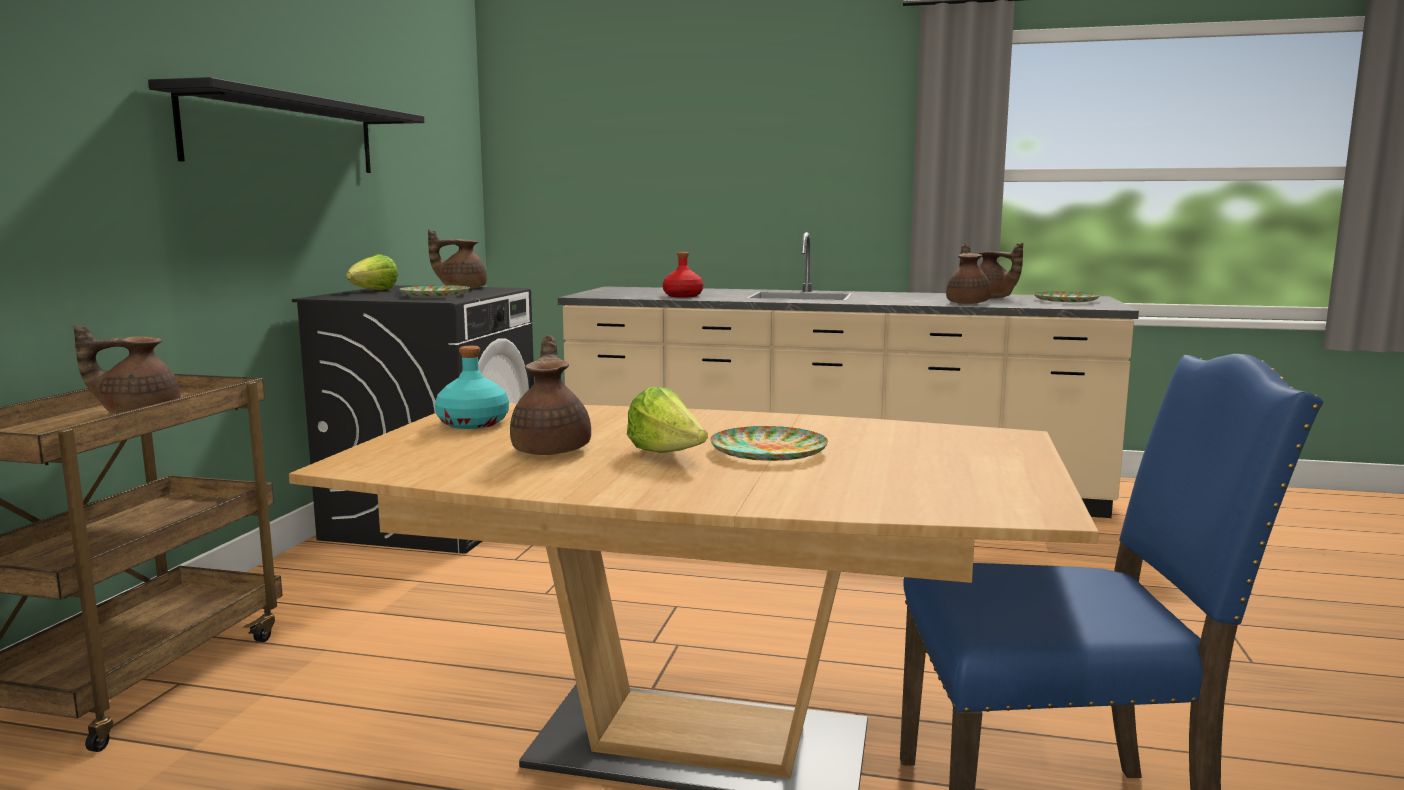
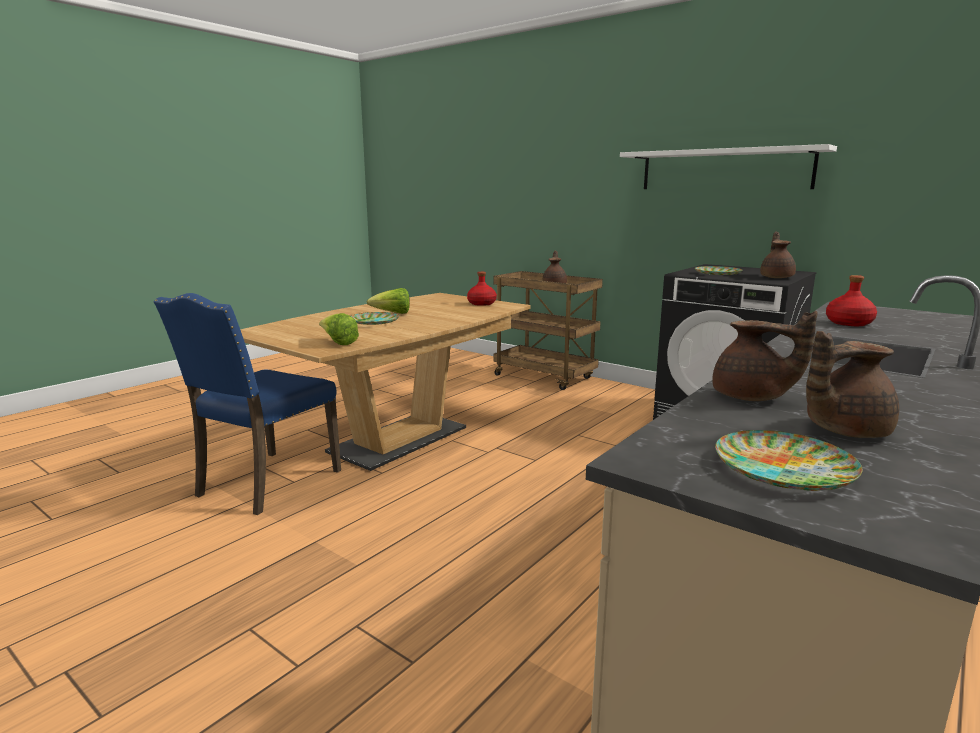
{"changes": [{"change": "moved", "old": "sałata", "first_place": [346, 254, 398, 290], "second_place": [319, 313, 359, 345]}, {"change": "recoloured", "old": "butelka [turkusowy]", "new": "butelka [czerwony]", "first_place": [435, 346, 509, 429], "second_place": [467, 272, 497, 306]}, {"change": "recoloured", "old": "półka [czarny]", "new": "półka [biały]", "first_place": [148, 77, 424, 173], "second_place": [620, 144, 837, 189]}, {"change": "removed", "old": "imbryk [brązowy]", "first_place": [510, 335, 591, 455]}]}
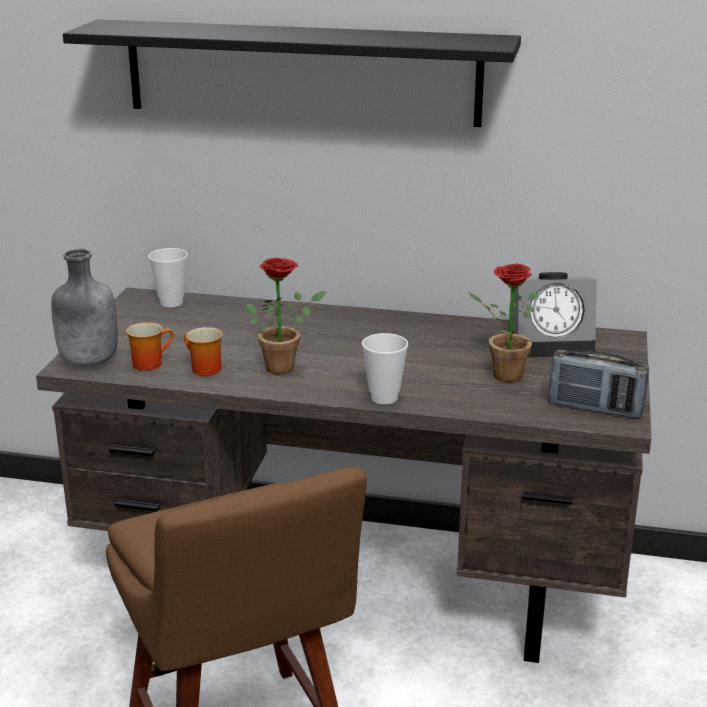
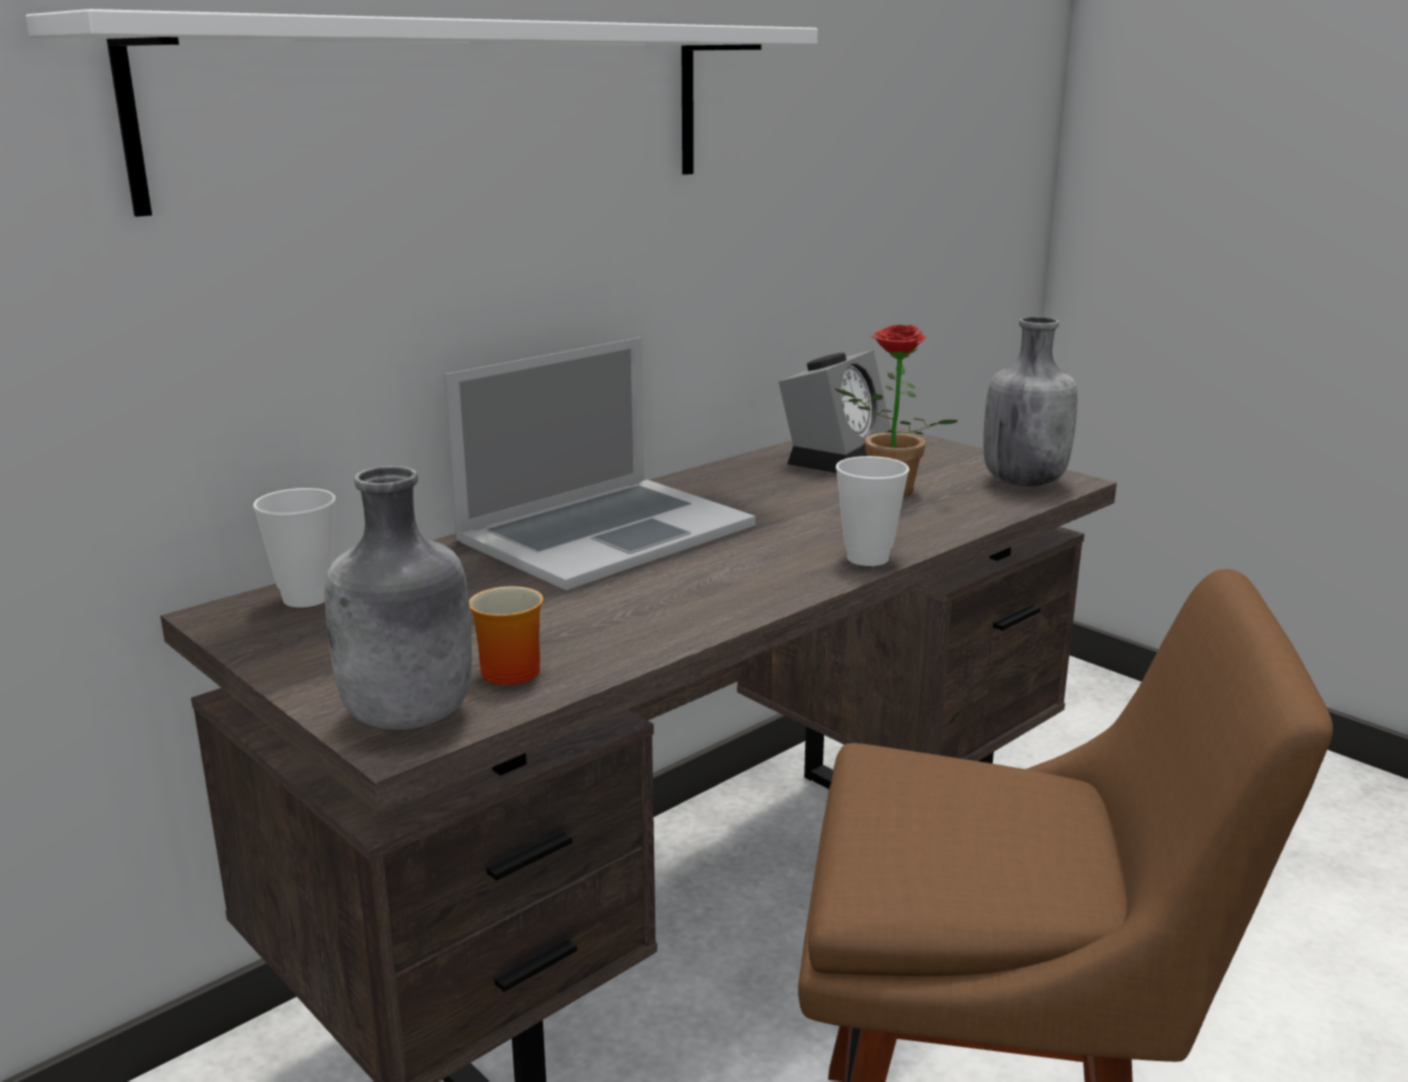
{"changes": [{"change": "recoloured", "old": "półka [czarny]", "new": "półka [biały]", "first_place": [63, 19, 521, 127], "second_place": [26, 9, 818, 217]}, {"change": "added", "new": "laptop", "second_place": [444, 337, 756, 590]}, {"change": "replaced", "old": "radio", "new": "butelka [szary]", "first_place": [549, 350, 649, 418], "second_place": [983, 316, 1078, 486]}, {"change": "removed", "old": "kubek", "first_place": [184, 327, 223, 376]}, {"change": "removed", "old": "roślina doniczkowa", "first_place": [245, 258, 326, 375]}]}
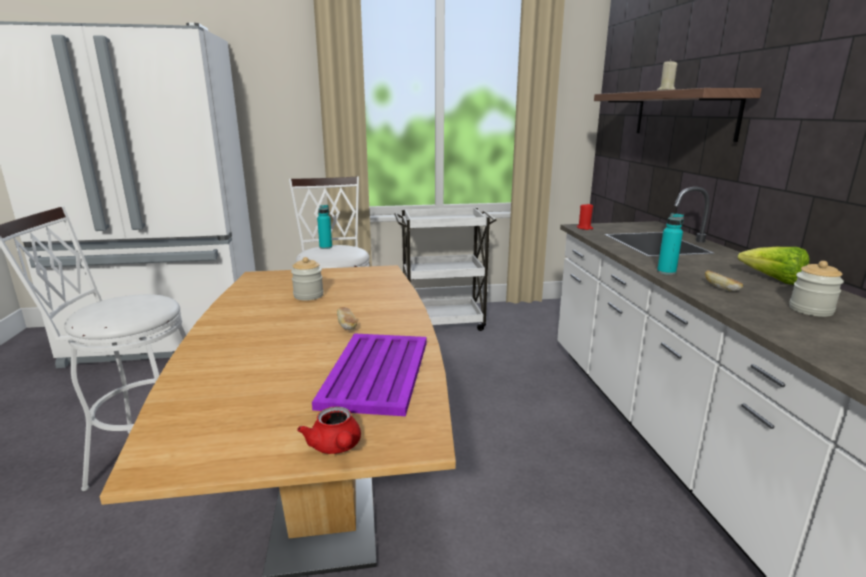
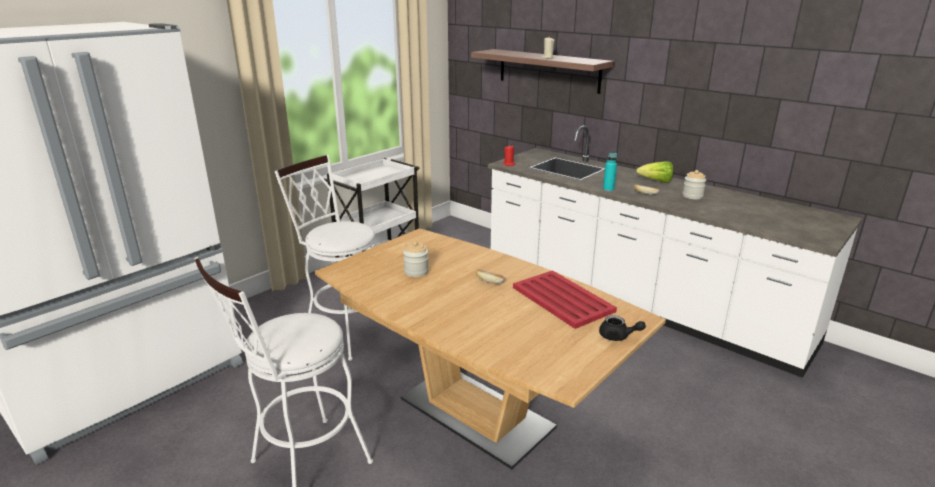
{"changes": [{"change": "recoloured", "old": "taca [fioletowy]", "new": "taca [czerwony]", "first_place": [312, 333, 427, 416], "second_place": [513, 270, 617, 329]}, {"change": "recoloured", "old": "imbryk [czerwony]", "new": "imbryk [czarny]", "first_place": [297, 406, 361, 454], "second_place": [599, 315, 646, 341]}, {"change": "removed", "old": "butelka [turkusowy]", "first_place": [317, 205, 332, 249]}]}
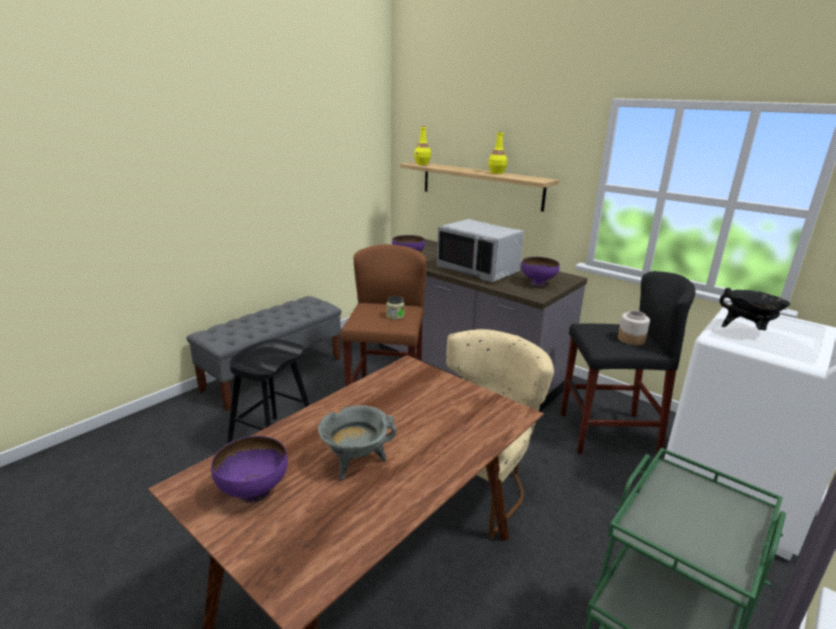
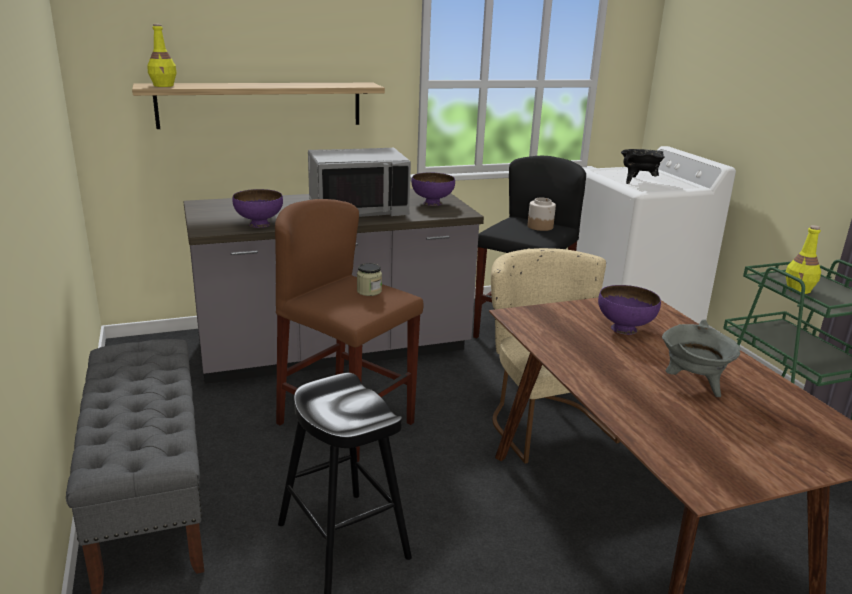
{"changes": [{"change": "moved", "old": "miska [fioletowy]", "first_place": [211, 436, 288, 503], "second_place": [598, 285, 661, 335]}, {"change": "moved", "old": "butelka [żółty]", "first_place": [488, 131, 507, 174], "second_place": [786, 225, 821, 294]}]}
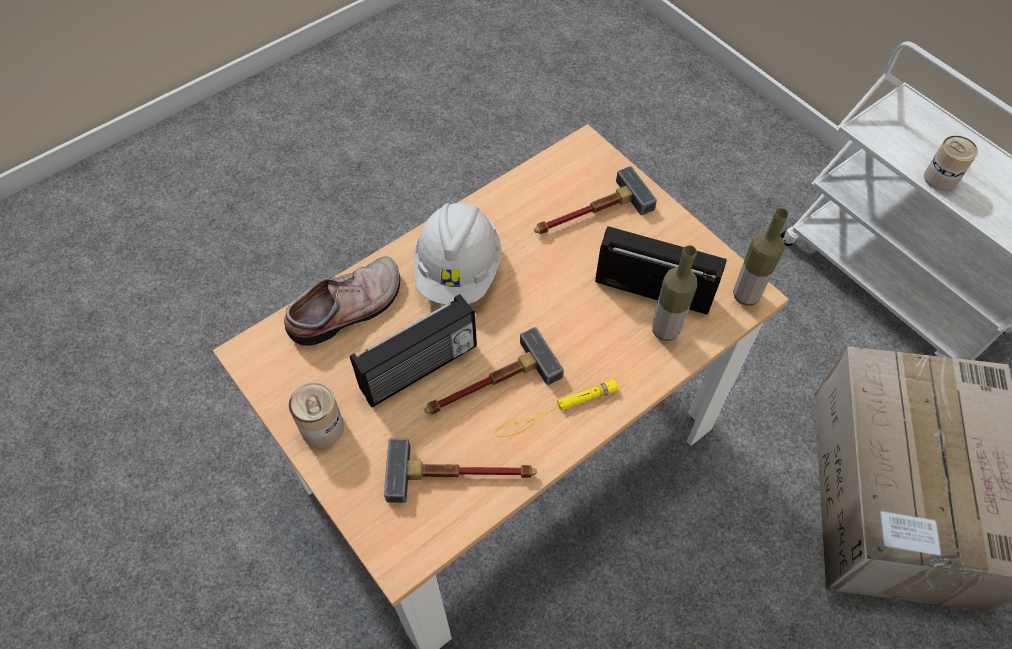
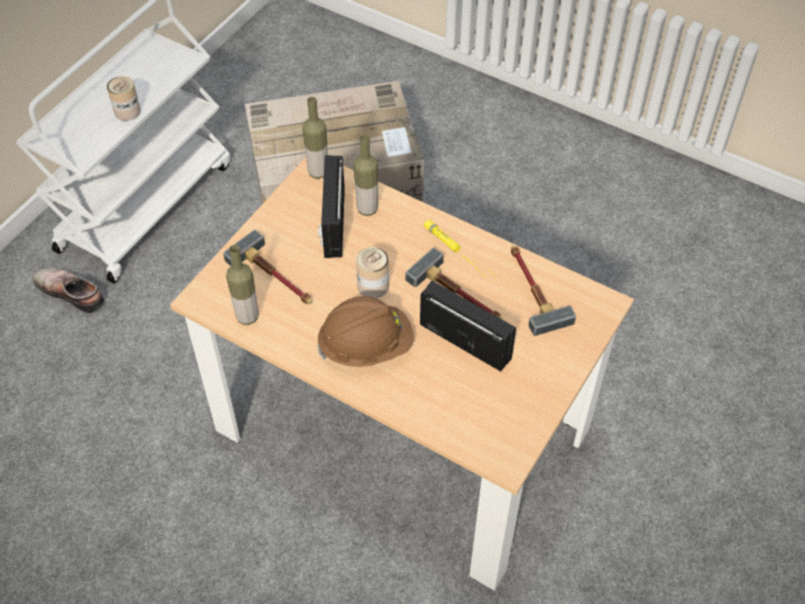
{"changes": [{"change": "moved", "old": "but", "first_place": [284, 256, 400, 346], "second_place": [33, 268, 104, 313]}, {"change": "added", "new": "butelka", "second_place": [226, 245, 259, 325]}, {"change": "recoloured", "old": "kask [biały]", "new": "kask [brązowy]", "first_place": [414, 202, 501, 305], "second_place": [317, 296, 413, 367]}, {"change": "moved", "old": "puszka", "first_place": [289, 382, 344, 448], "second_place": [356, 247, 389, 298]}]}
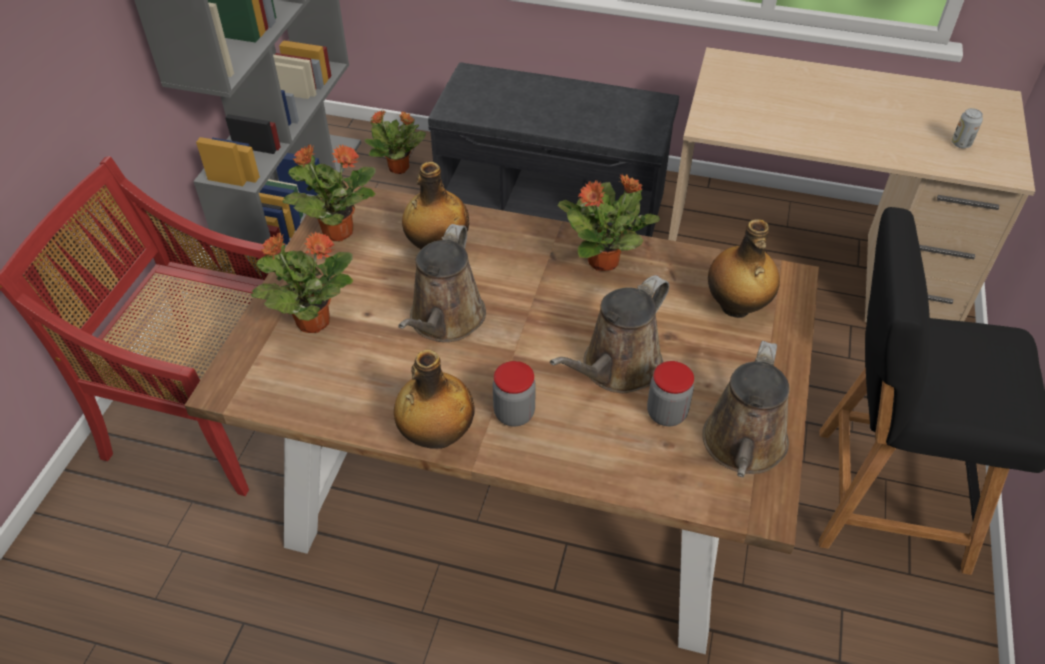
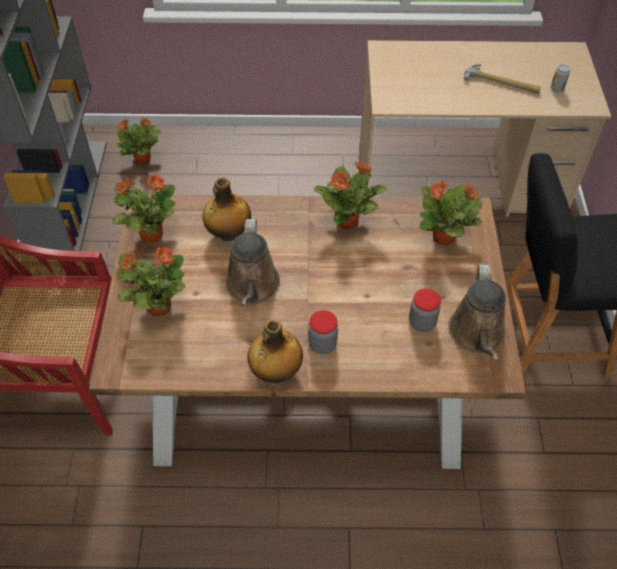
{"changes": [{"change": "replaced", "old": "butelka", "new": "roślina doniczkowa", "first_place": [708, 219, 780, 318], "second_place": [419, 180, 482, 246]}, {"change": "added", "new": "młotek", "second_place": [464, 64, 541, 94]}, {"change": "removed", "old": "ławka [szary]", "first_place": [428, 63, 679, 237]}, {"change": "removed", "old": "konewka [brązowy]", "first_place": [550, 275, 669, 393]}]}
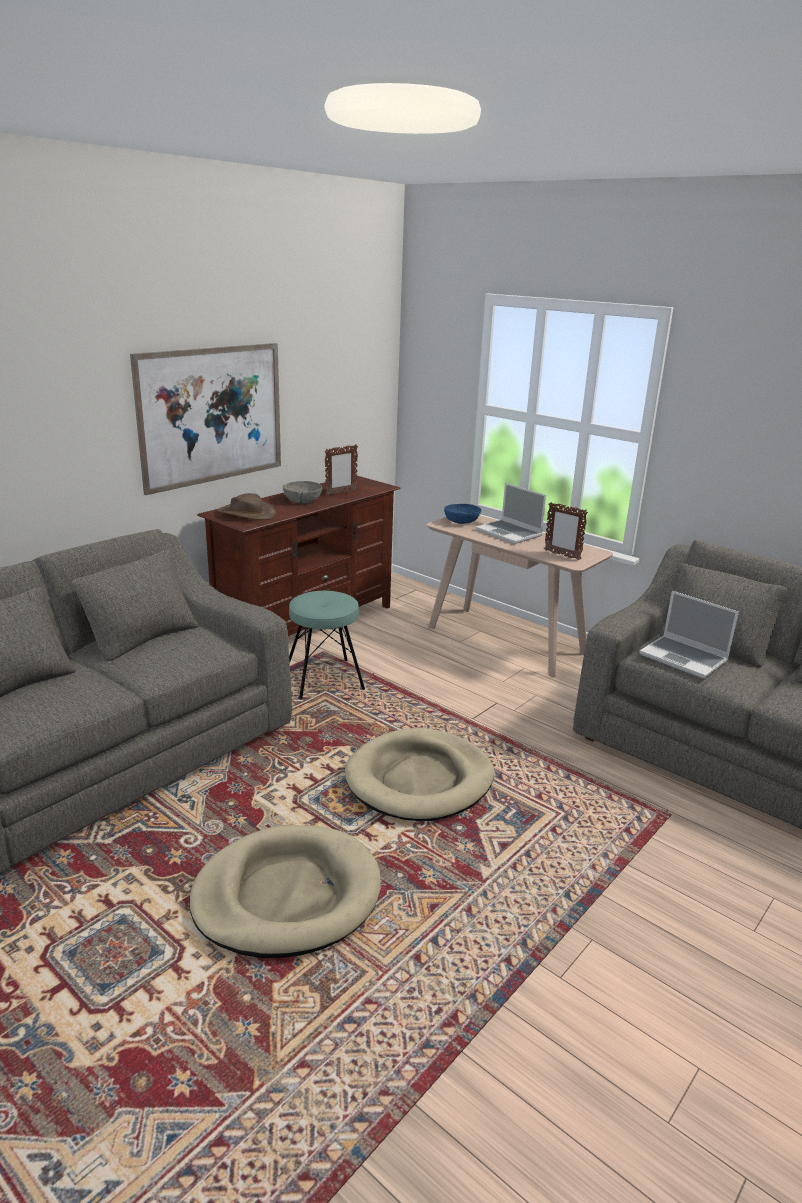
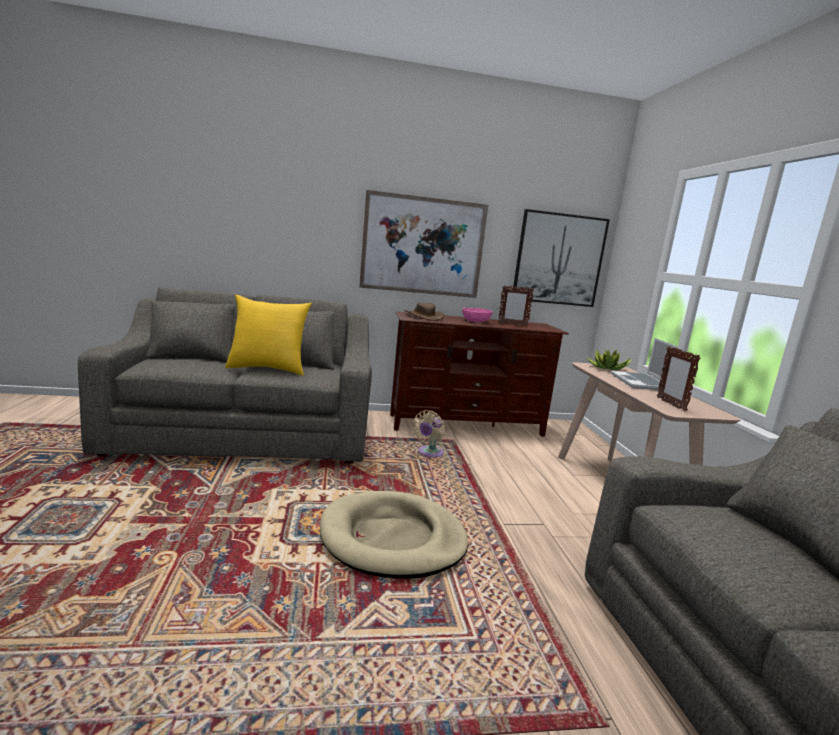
{"changes": [{"change": "added", "new": "poduszka [żółty]", "second_place": [225, 295, 312, 375]}, {"change": "replaced", "old": "stołek [turkusowy]", "new": "wentylator [beżowy]", "first_place": [289, 591, 365, 699], "second_place": [413, 410, 445, 457]}, {"change": "recoloured", "old": "miska [szary]", "new": "miska [różowy]", "first_place": [283, 481, 322, 503], "second_place": [462, 308, 492, 322]}, {"change": "added", "new": "obraz", "second_place": [513, 209, 610, 307]}, {"change": "replaced", "old": "miska [niebieski]", "new": "roślina doniczkowa", "first_place": [444, 504, 481, 524], "second_place": [587, 349, 631, 371]}, {"change": "removed", "old": "legowisko [beżowy]", "first_place": [189, 825, 381, 958]}, {"change": "removed", "old": "laptop", "first_place": [639, 591, 739, 678]}]}
